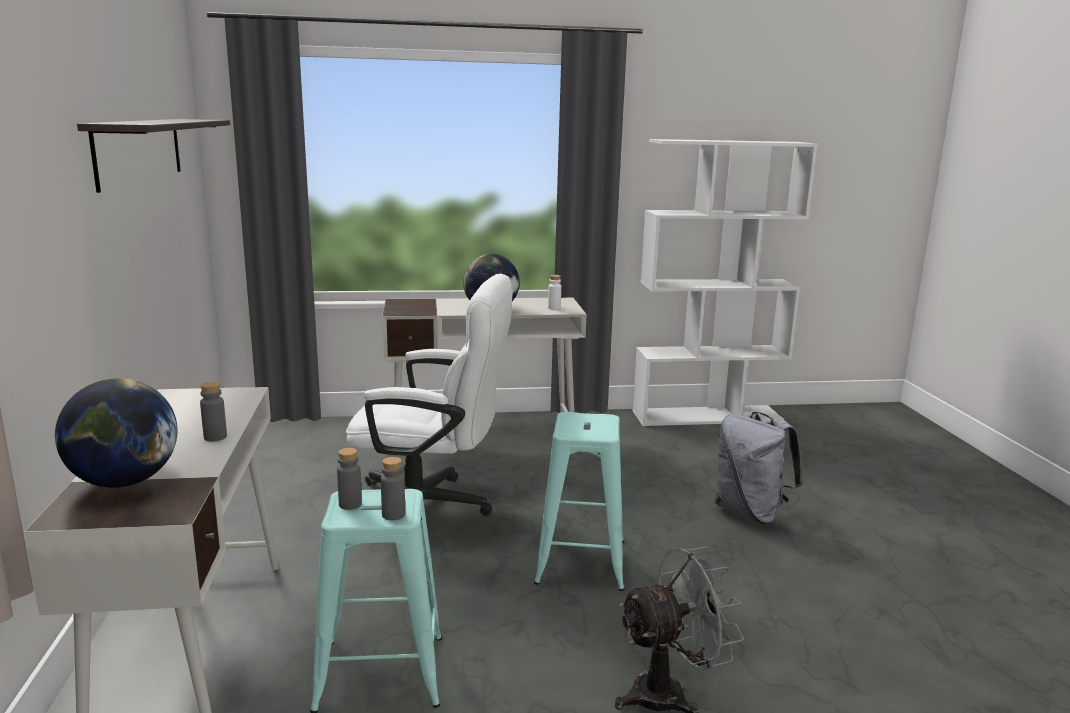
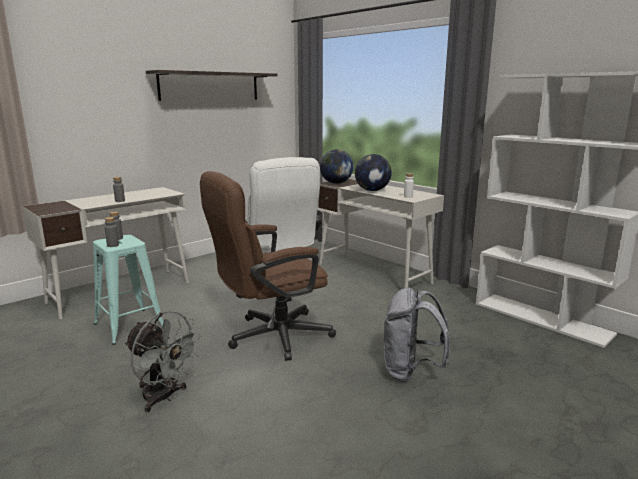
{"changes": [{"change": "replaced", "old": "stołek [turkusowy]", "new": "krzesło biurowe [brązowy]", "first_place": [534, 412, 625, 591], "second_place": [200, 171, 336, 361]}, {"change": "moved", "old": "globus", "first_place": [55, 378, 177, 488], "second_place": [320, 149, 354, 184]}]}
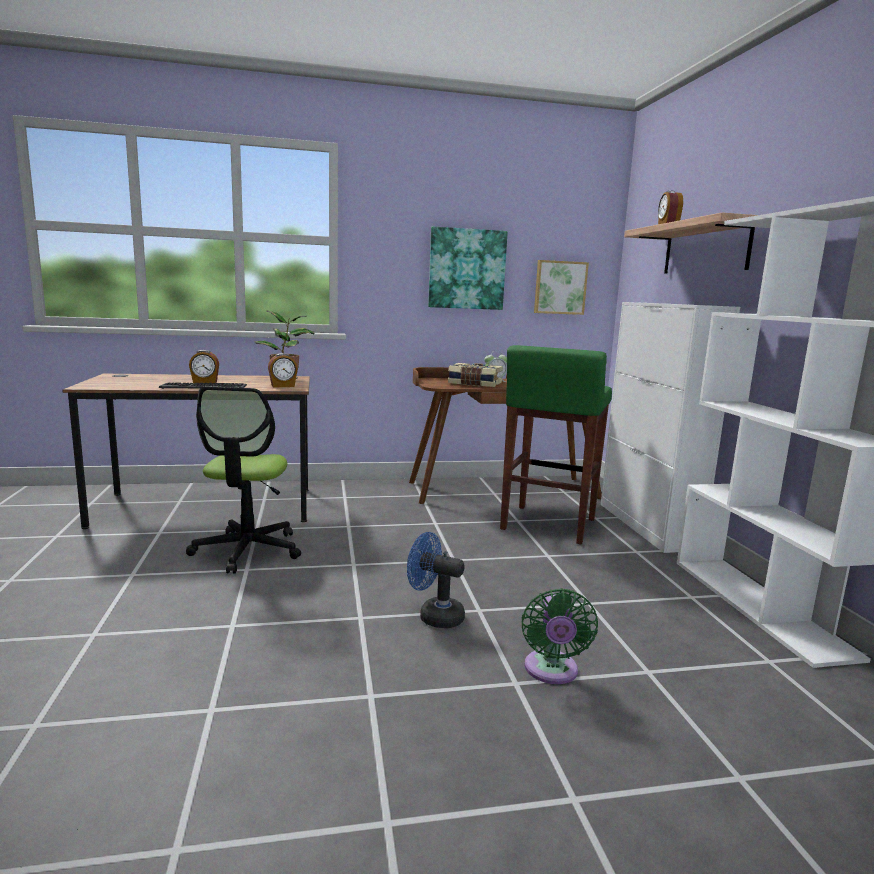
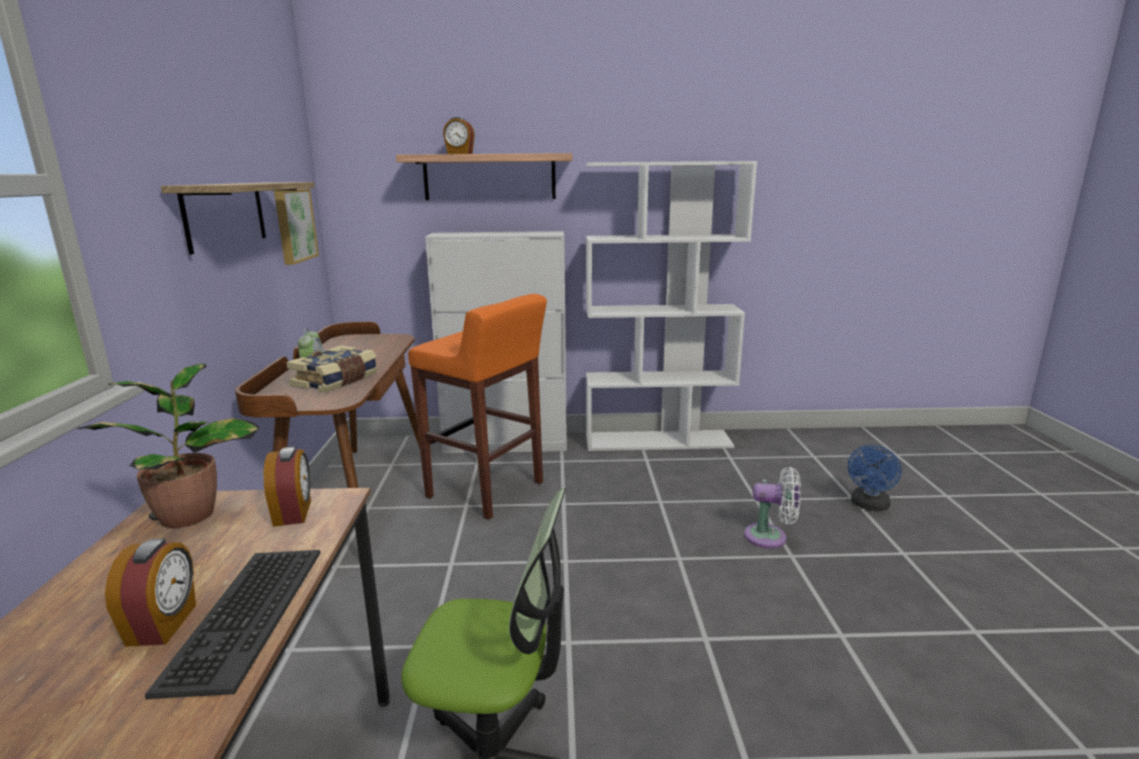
{"changes": [{"change": "replaced", "old": "obraz", "new": "półka", "first_place": [428, 226, 508, 310], "second_place": [161, 182, 314, 255]}, {"change": "recoloured", "old": "stołek [zielony]", "new": "stołek [pomarańczowy]", "first_place": [500, 345, 612, 545], "second_place": [408, 294, 547, 520]}, {"change": "recoloured", "old": "wentylator [zielony]", "new": "wentylator [biały]", "first_place": [521, 588, 598, 684], "second_place": [744, 467, 801, 548]}, {"change": "moved", "old": "wentylator [niebieski]", "first_place": [407, 532, 465, 629], "second_place": [848, 445, 902, 511]}]}
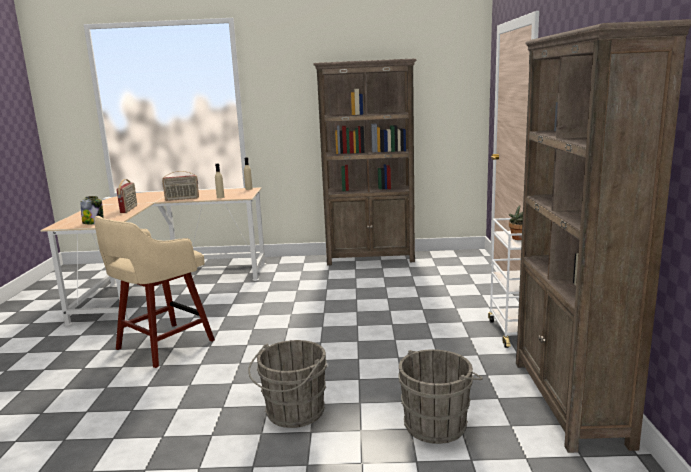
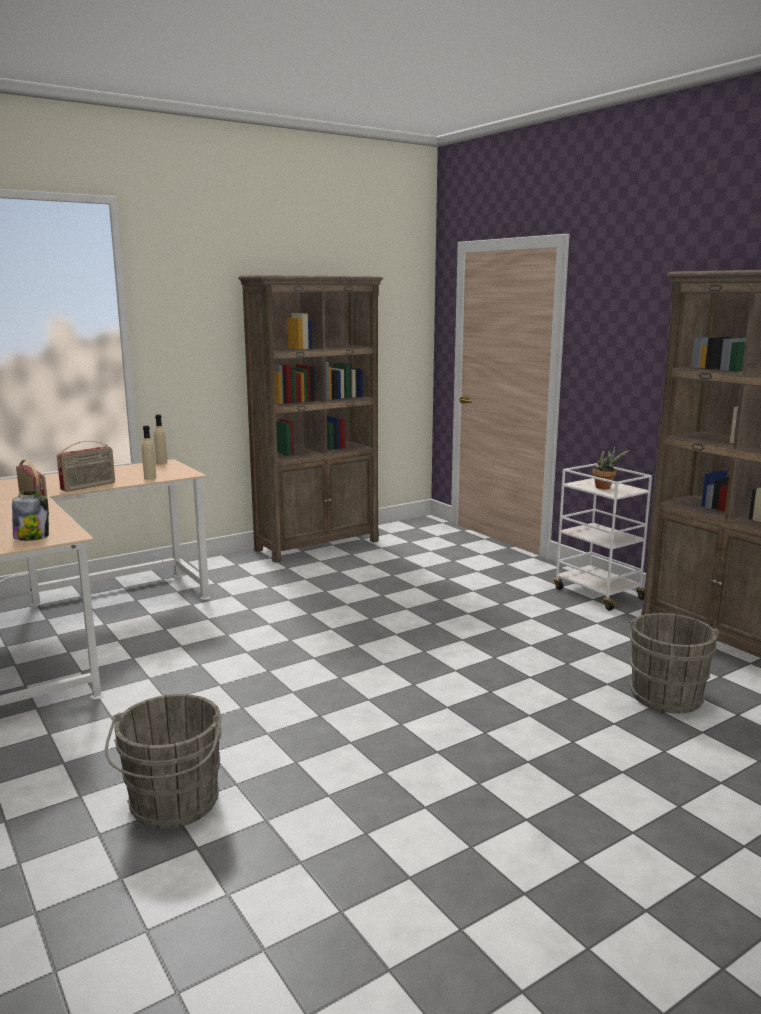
{"changes": [{"change": "moved", "old": "wiadro [szary]", "first_place": [248, 340, 327, 428], "second_place": [105, 694, 222, 829]}, {"change": "removed", "old": "stołek [beżowy]", "first_place": [94, 216, 215, 368]}]}
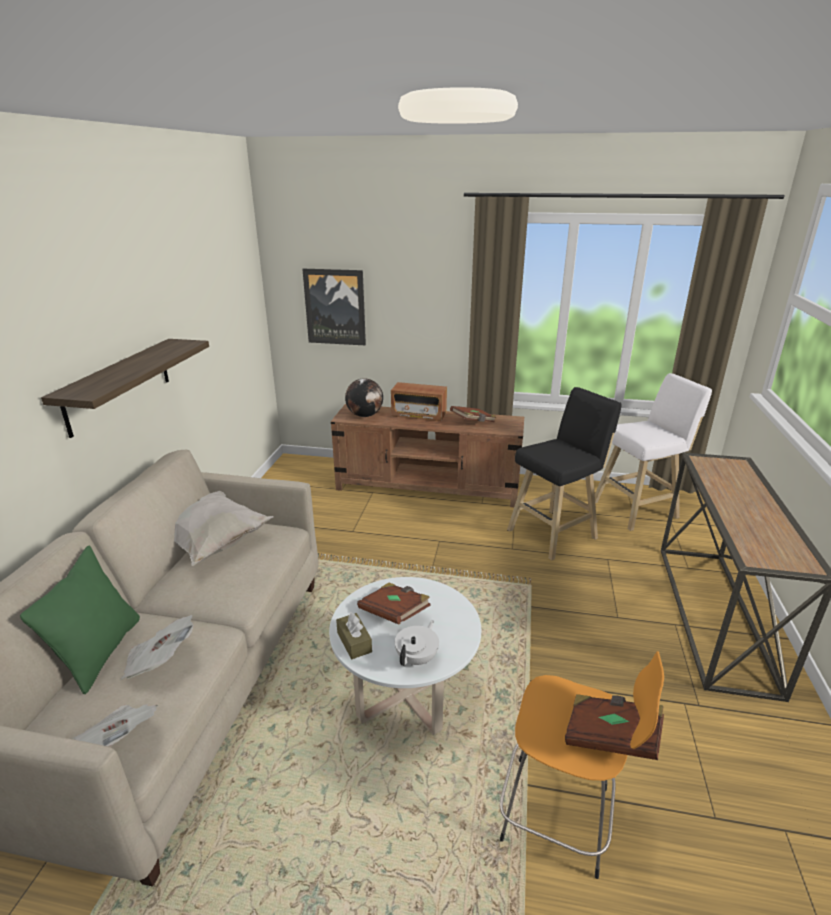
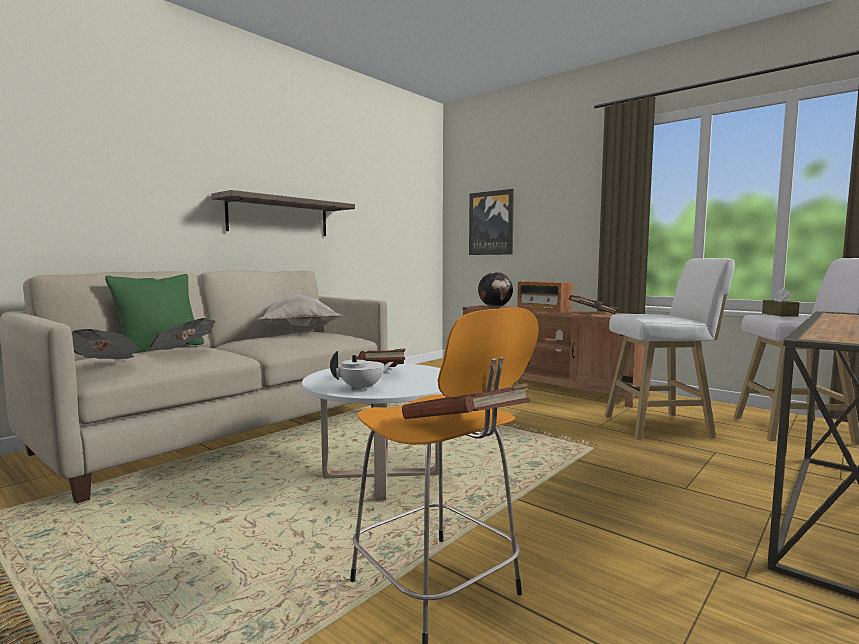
{"changes": [{"change": "recoloured", "old": "stołek [czarny]", "new": "stołek [biały]", "first_place": [507, 387, 622, 560], "second_place": [604, 258, 735, 440]}, {"change": "moved", "old": "pudełko chusteczek [brązowy]", "first_place": [336, 612, 372, 660], "second_place": [762, 288, 800, 317]}]}
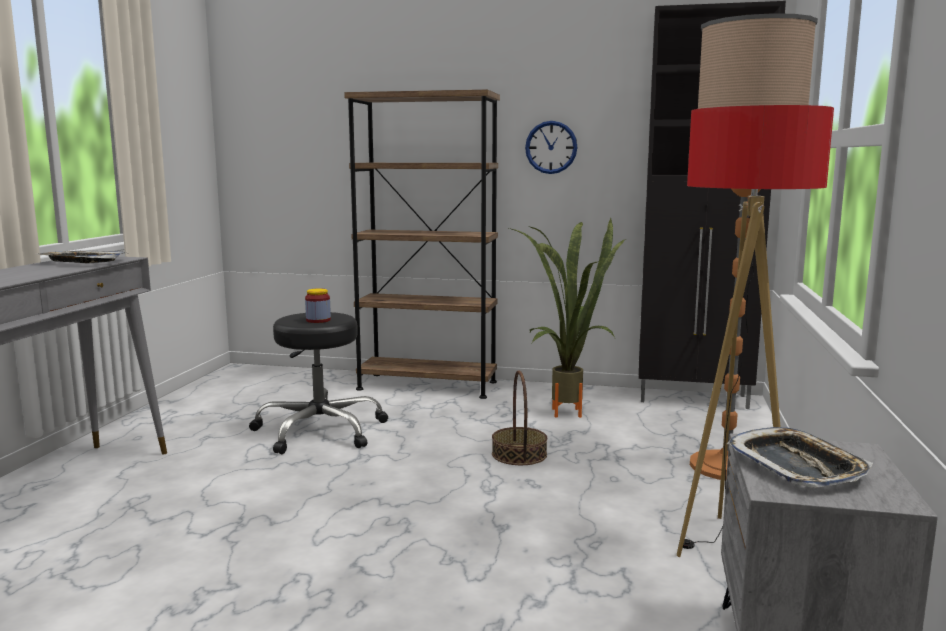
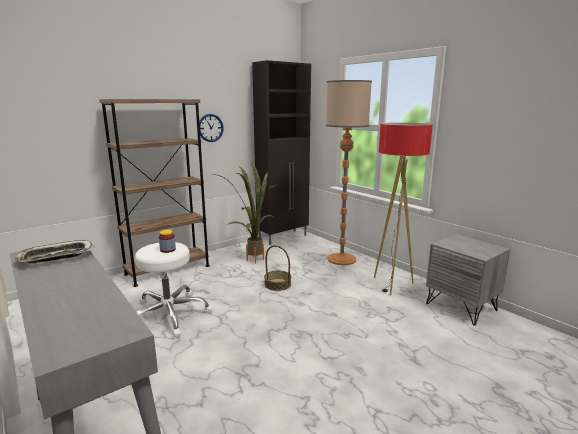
{"changes": [{"change": "recoloured", "old": "stołek [czarny]", "new": "stołek [biały]", "first_place": [249, 312, 388, 454], "second_place": [135, 242, 213, 337]}, {"change": "removed", "old": "taca", "first_place": [727, 427, 873, 488]}]}
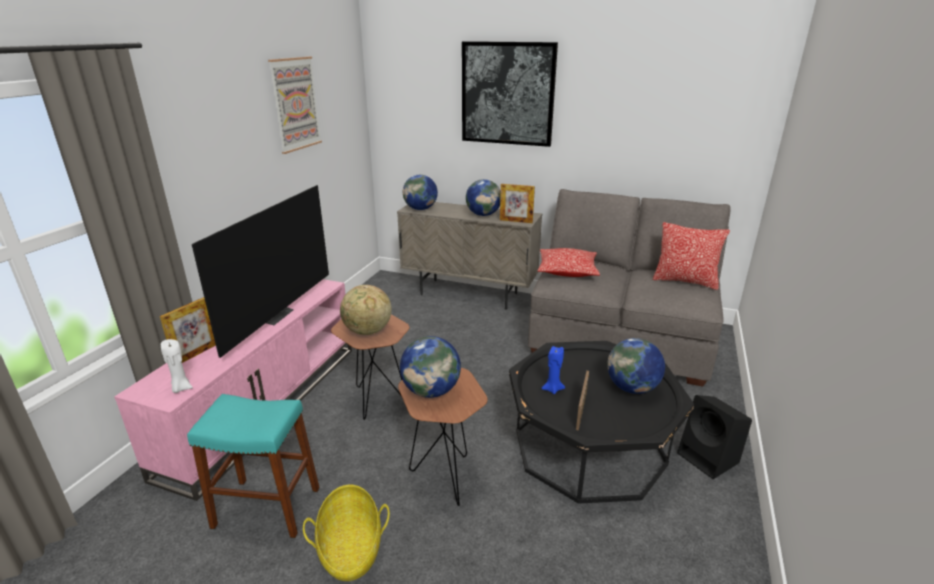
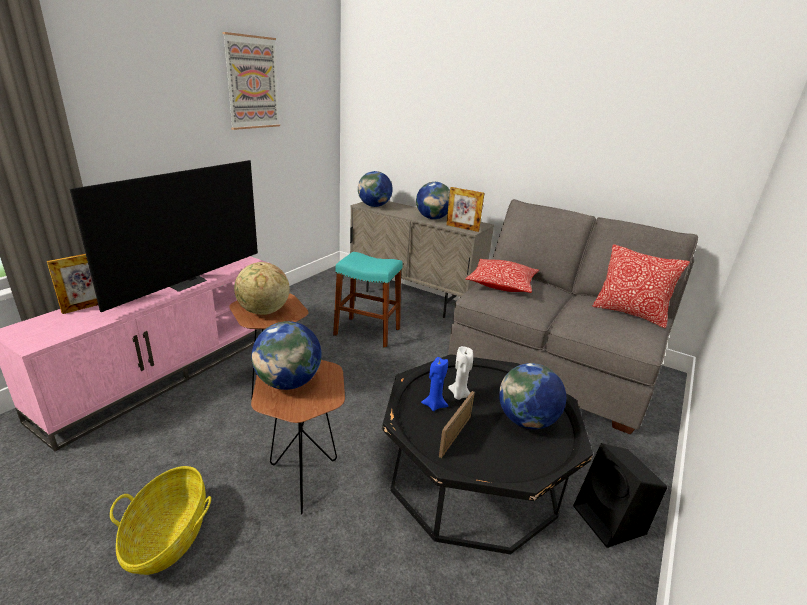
{"changes": [{"change": "moved", "old": "stołek [turkusowy]", "first_place": [187, 394, 320, 538], "second_place": [333, 252, 403, 348]}, {"change": "moved", "old": "świeca [biały]", "first_place": [161, 339, 193, 393], "second_place": [448, 346, 473, 400]}, {"change": "removed", "old": "obraz", "first_place": [462, 41, 558, 147]}]}
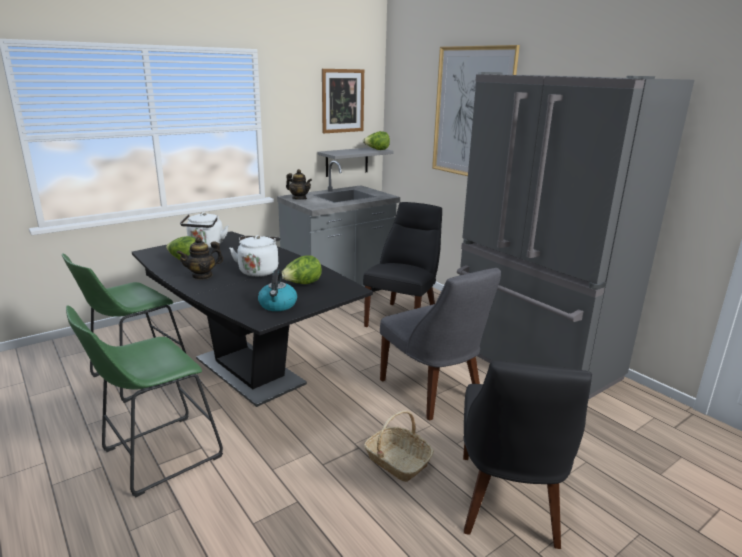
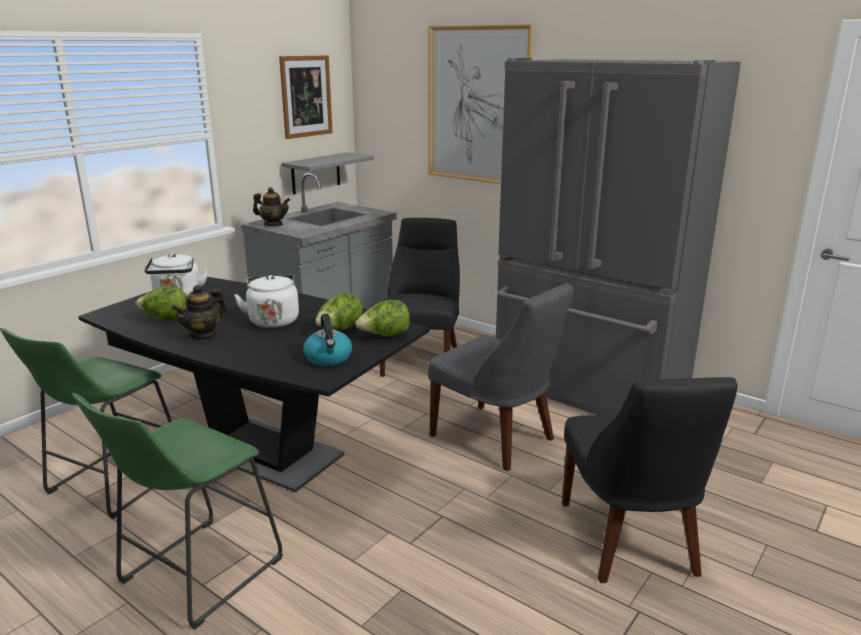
{"changes": [{"change": "moved", "old": "sałata", "first_place": [363, 131, 390, 150], "second_place": [355, 300, 410, 337]}, {"change": "removed", "old": "koszyk", "first_place": [364, 411, 434, 482]}]}
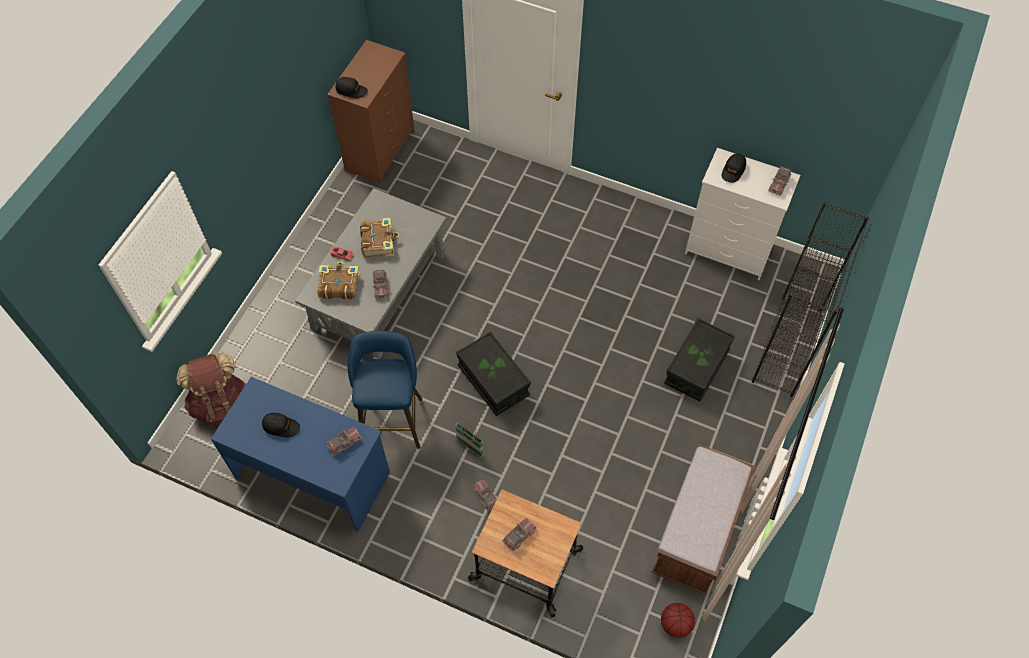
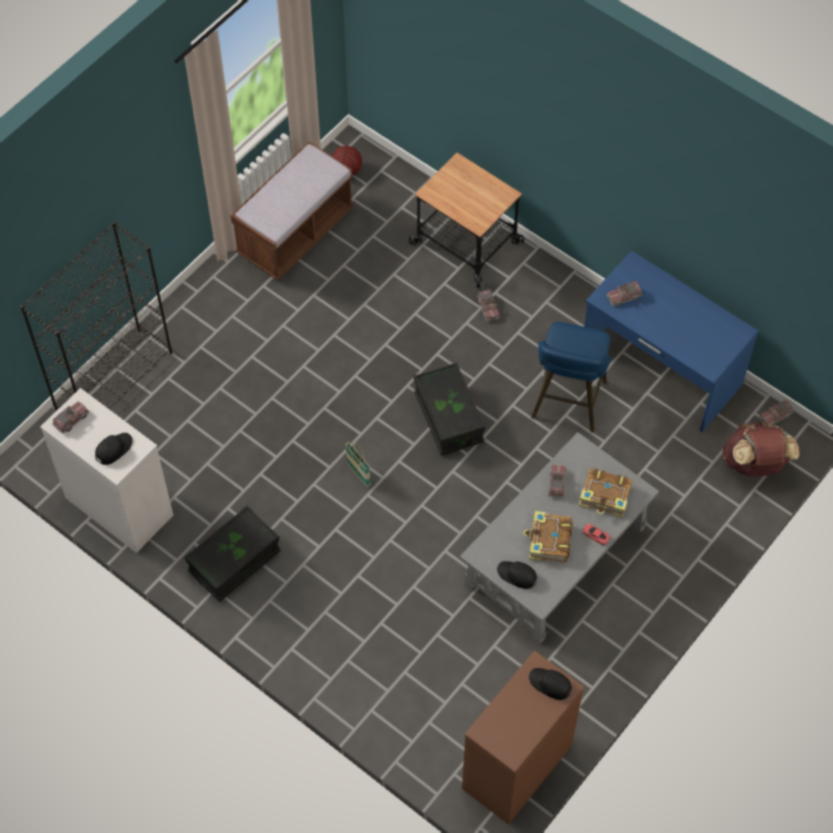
{"changes": [{"change": "moved", "old": "pojemnik do przechowywania [czarny]", "first_place": [664, 318, 735, 402], "second_place": [184, 505, 280, 602]}, {"change": "moved", "old": "koszyk", "first_place": [455, 423, 483, 457], "second_place": [345, 442, 371, 487]}, {"change": "moved", "old": "czapka z daszkiem [czarny]", "first_place": [262, 413, 300, 438], "second_place": [497, 561, 537, 589]}, {"change": "moved", "old": "ciężarówka zabawkowa", "first_place": [502, 518, 536, 551], "second_place": [759, 400, 794, 425]}]}
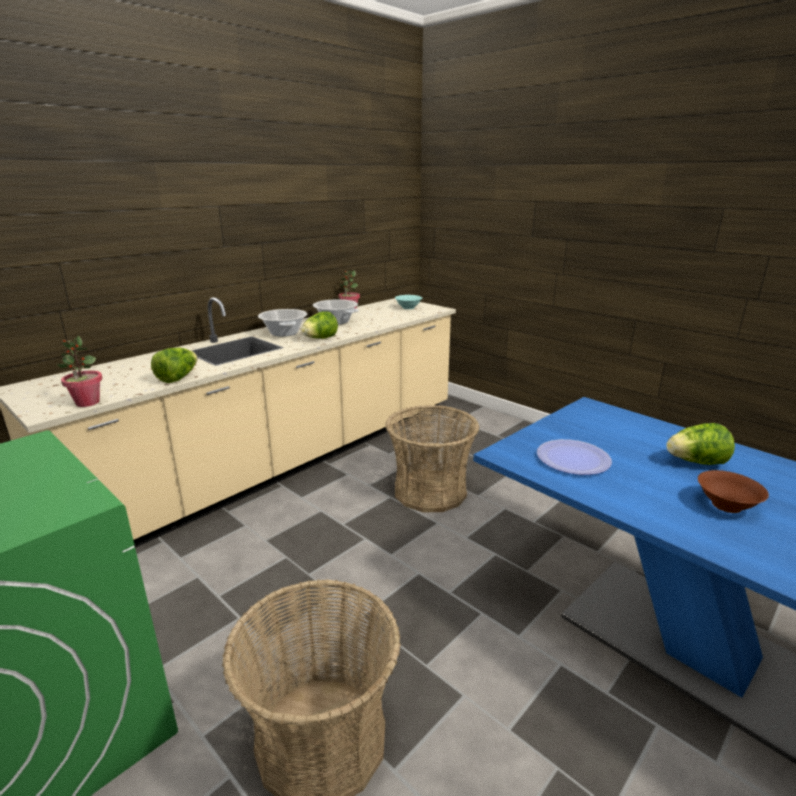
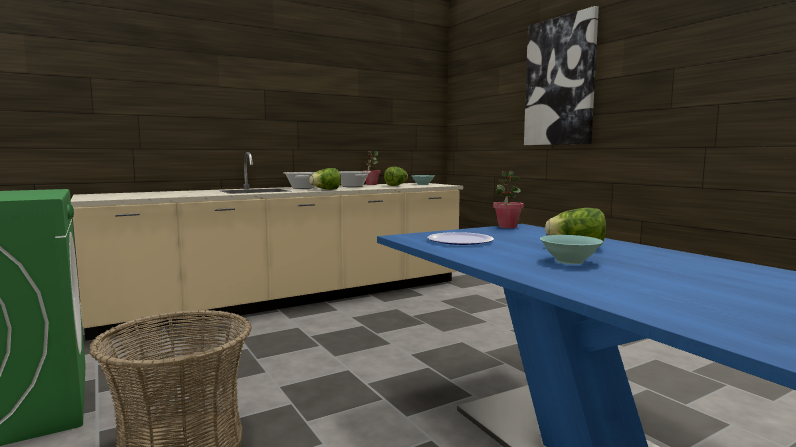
{"changes": [{"change": "moved", "old": "sałata", "first_place": [151, 348, 197, 383], "second_place": [384, 167, 408, 186]}, {"change": "moved", "old": "roślina doniczkowa", "first_place": [57, 336, 102, 407], "second_place": [493, 170, 524, 228]}, {"change": "added", "new": "obraz", "second_place": [524, 6, 599, 145]}, {"change": "recoloured", "old": "miska [brązowy]", "new": "miska [turkusowy]", "first_place": [698, 470, 769, 513], "second_place": [540, 235, 603, 264]}, {"change": "removed", "old": "koszyk", "first_place": [385, 405, 479, 512]}]}
